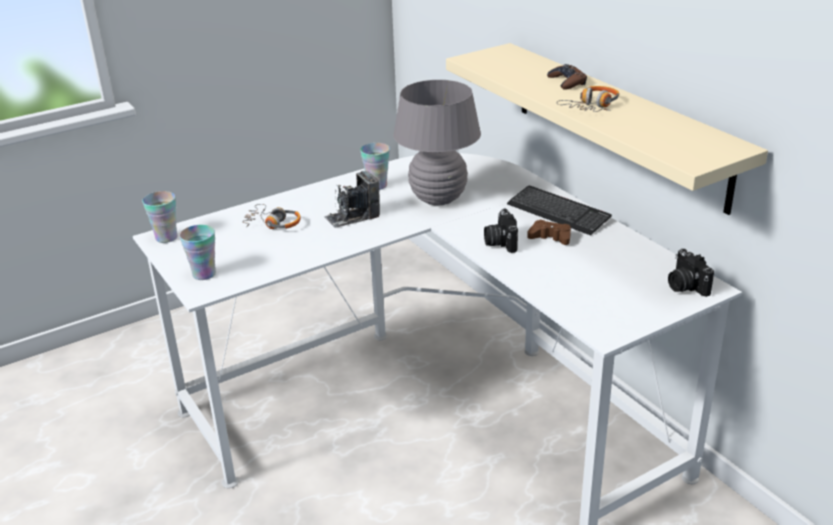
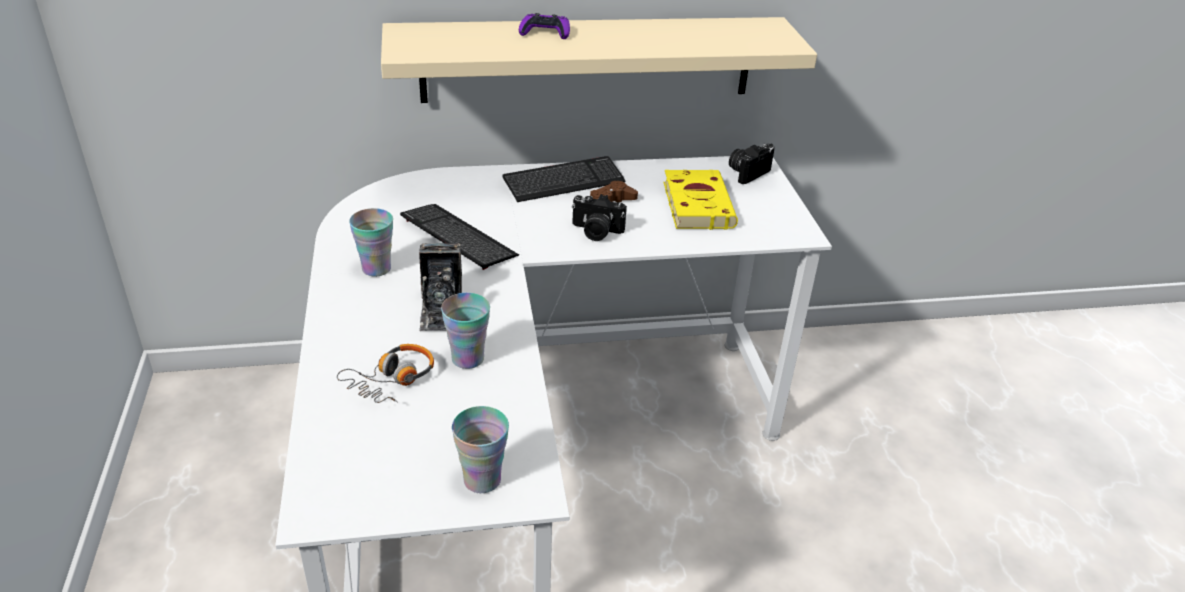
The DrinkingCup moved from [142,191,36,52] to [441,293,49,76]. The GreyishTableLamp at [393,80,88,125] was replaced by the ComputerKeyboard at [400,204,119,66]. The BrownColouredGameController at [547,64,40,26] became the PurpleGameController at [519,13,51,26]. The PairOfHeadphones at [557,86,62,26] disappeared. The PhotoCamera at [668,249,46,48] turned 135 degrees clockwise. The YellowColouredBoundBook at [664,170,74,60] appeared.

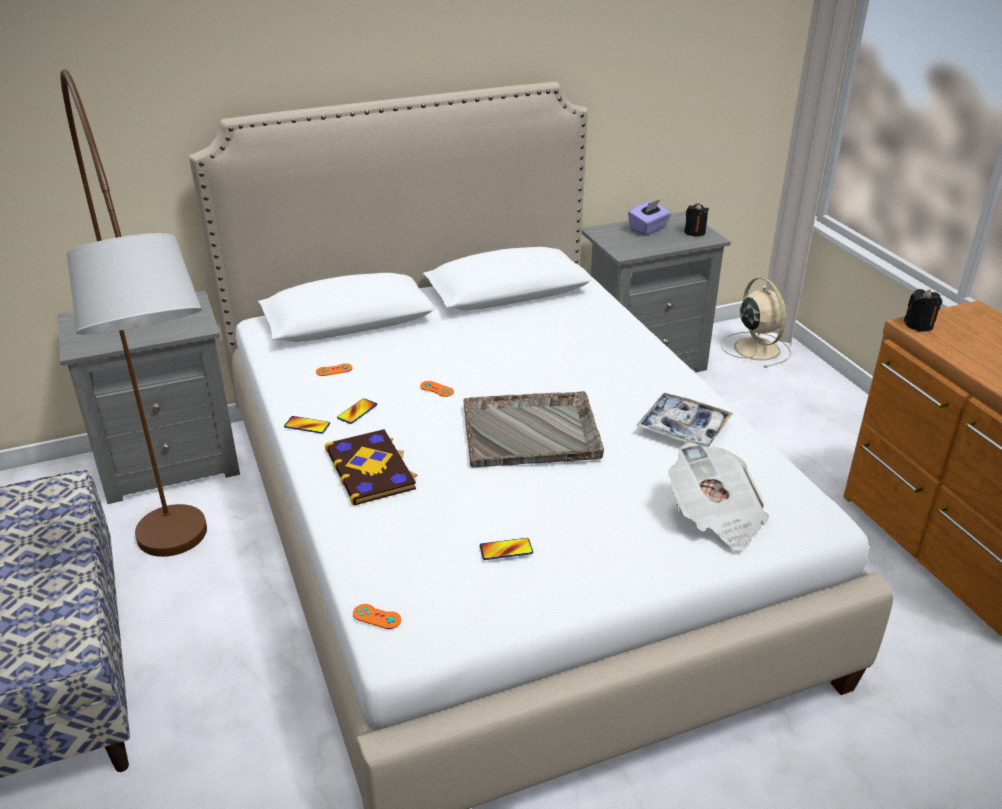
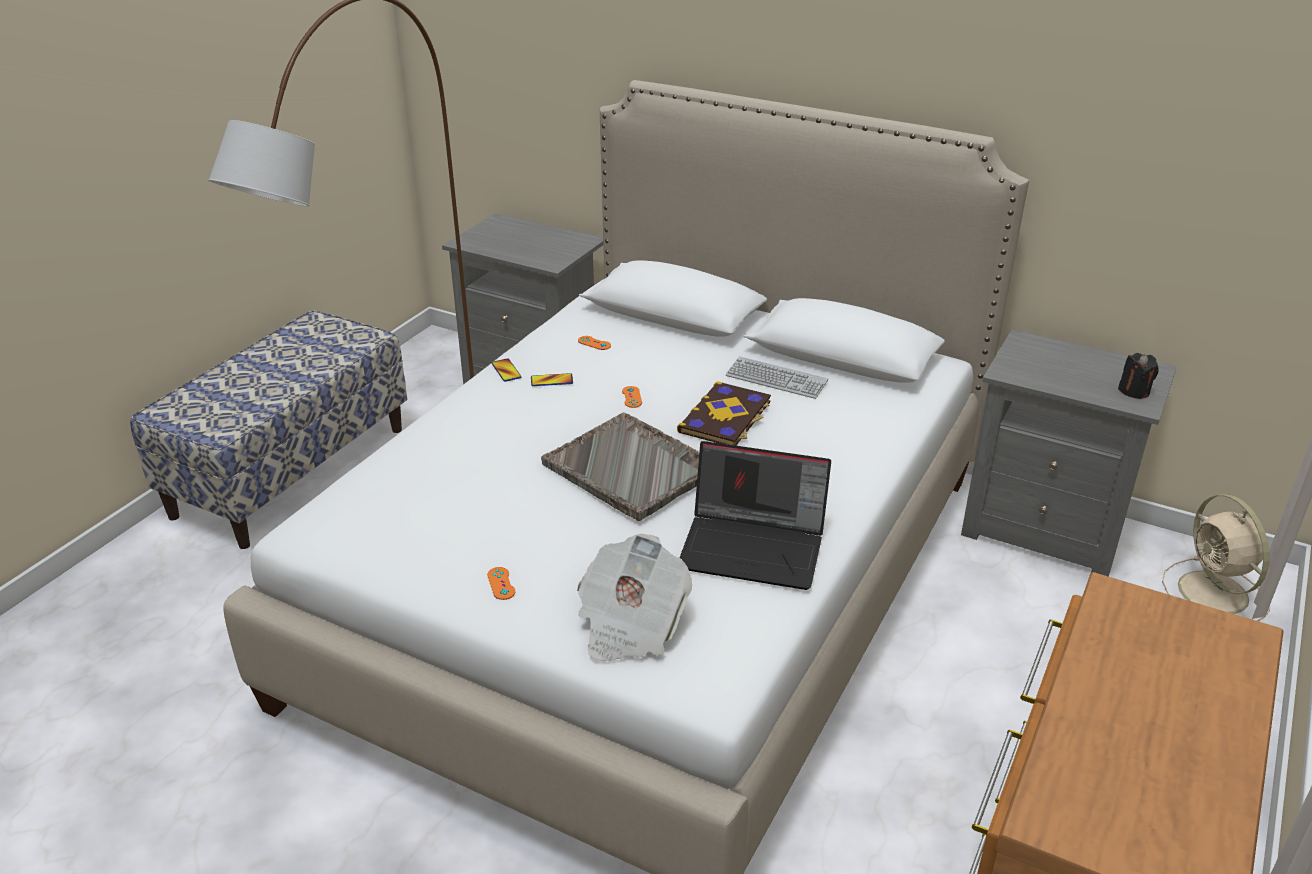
The BoundBook moved from [325,429,93,76] to [677,381,94,65]. The OrangeGameController moved from [353,604,48,25] to [487,567,28,33]. The Telephone at [480,538,53,22] disappeared. The PurpleTissueHolder at [628,200,43,36] disappeared. The ServingTray at [636,393,97,54] was replaced by the Laptop at [680,441,151,149]. The BeigeElectricFan at [721,277,70,91] turned 135 degrees clockwise. The BlackishWaxCandle at [904,289,38,43] disappeared. The ComputerKeyboard at [726,356,102,43] appeared.

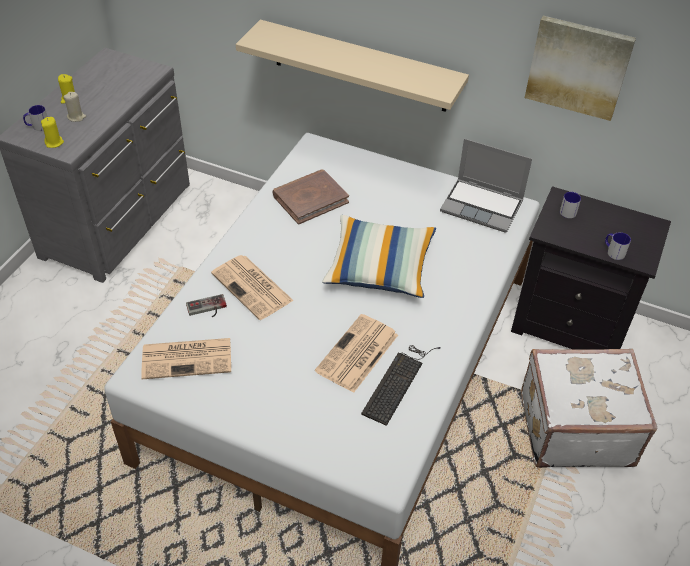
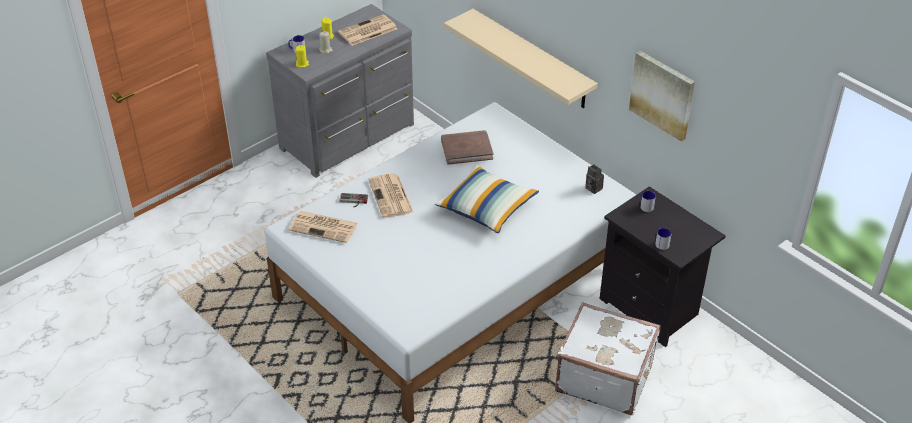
The Newspaper moved from [315,314,83,79] to [338,14,59,32]. The ComputerKeyboard at [361,345,80,81] disappeared. The Laptop at [440,138,92,95] was replaced by the PhotoCamera at [586,164,18,30].

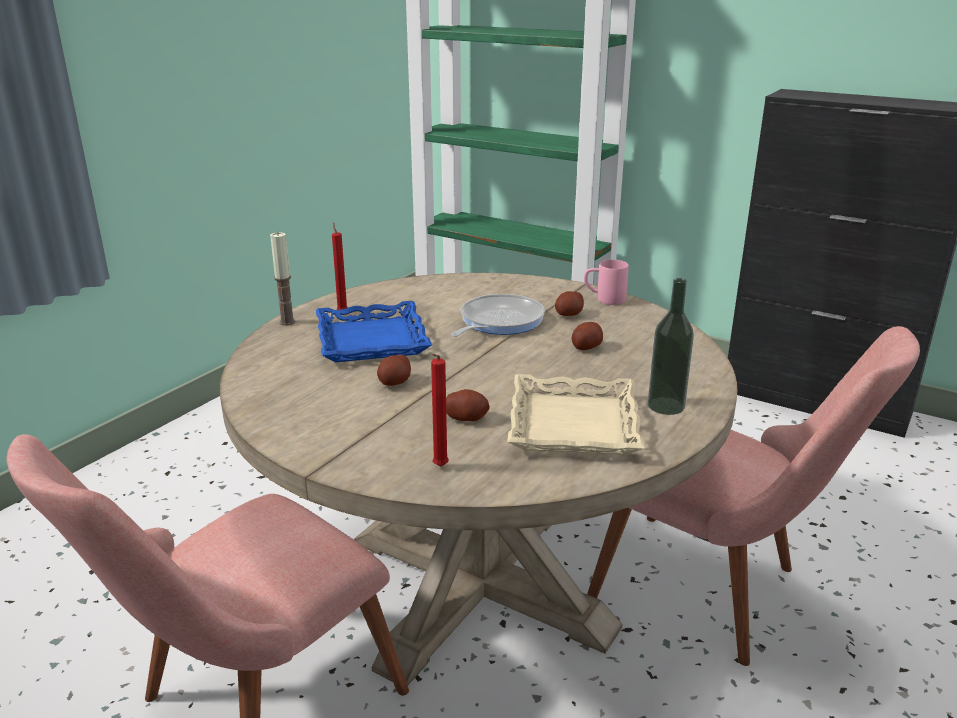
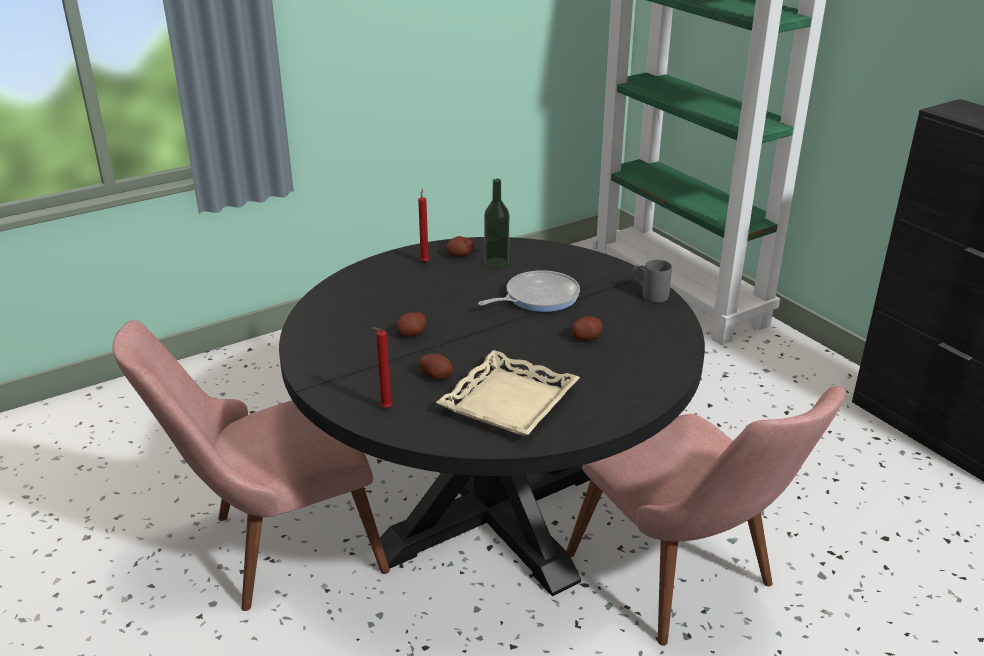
The BeigeDinnerTable at [220,273,517,412] became the BlackishDinnerTable at [279,237,426,359]. The WaxCandle at [270,232,26,94] disappeared. The BluishServingTray at [316,301,116,61] disappeared. The WholePotato moved from [555,291,29,25] to [446,236,28,21]. The PinkColouredCoffeeMug at [584,260,45,45] became the GreyishCoffeeMug at [633,260,39,43]. The DrinkBottle moved from [648,278,46,137] to [484,179,25,90].

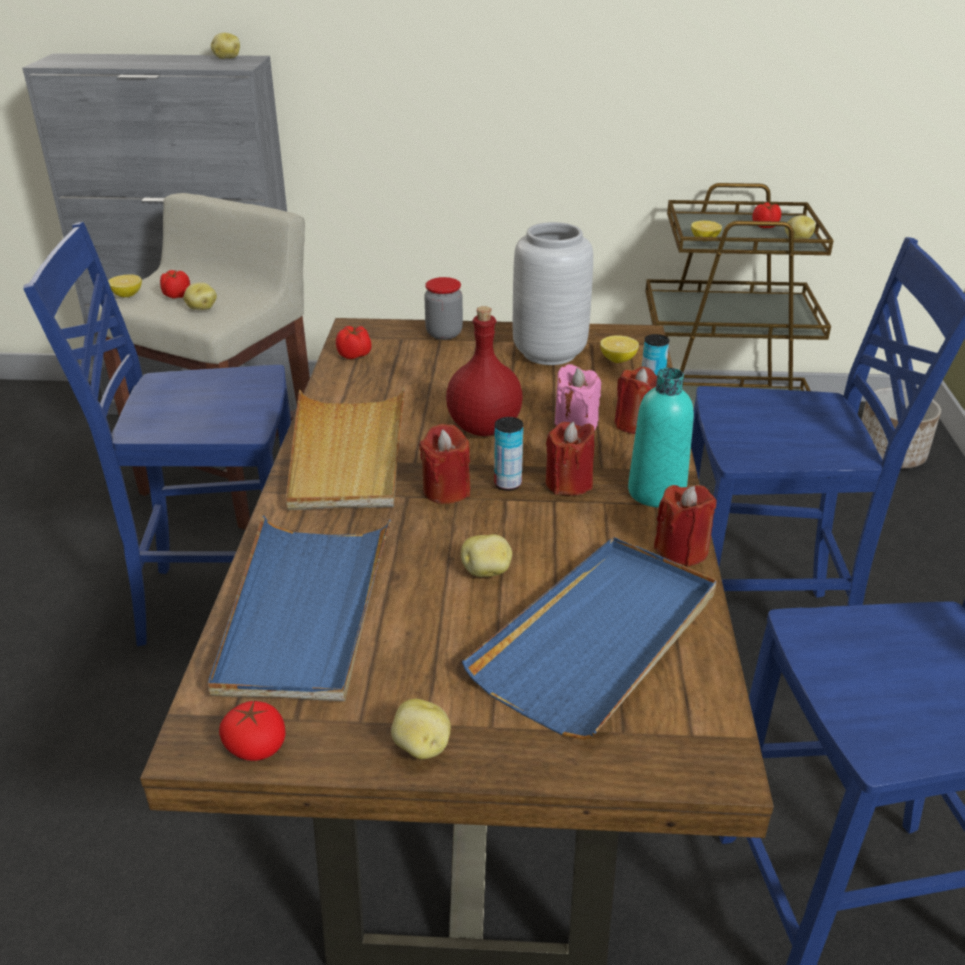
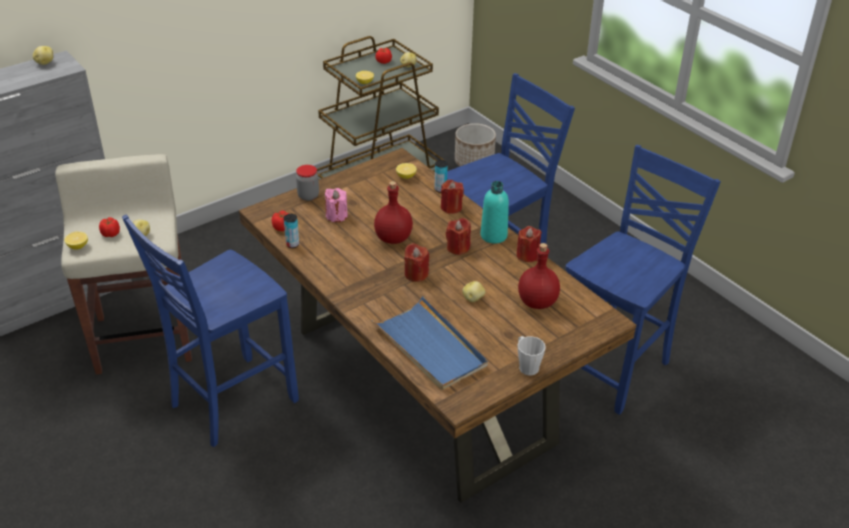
The FreshTomato at [219,701,67,60] disappeared. The BeigeServingTray at [286,387,119,123] disappeared. The WholePotato at [391,699,60,60] was replaced by the GreyishCoffeeMug at [518,336,28,39]. The BluishServingTray at [462,537,255,202] was replaced by the RedDrinkBottle at [518,243,42,66]. The SealedCan moved from [494,417,29,74] to [284,214,15,34]. The GreyishFlowerVase at [513,222,80,143] disappeared. The PinkColouredWaxCandle moved from [555,364,46,66] to [325,188,23,34].

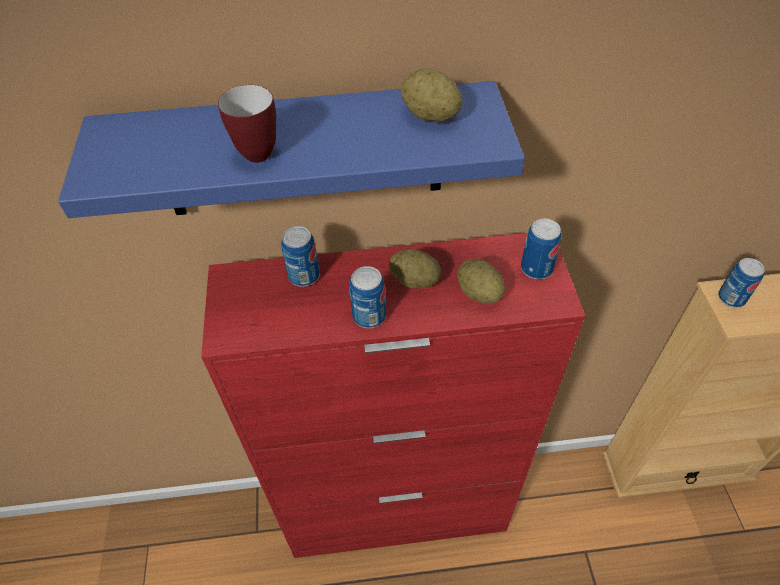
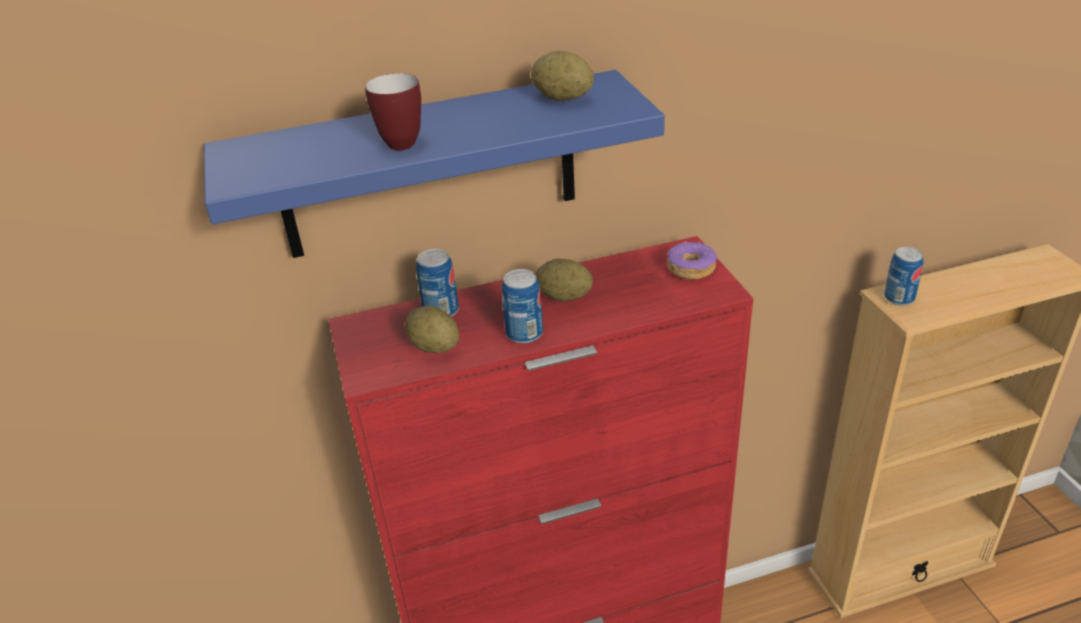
The WholePotato moved from [457,259,48,45] to [405,305,54,48]. The SealedCan at [521,219,41,60] was replaced by the Doughnut at [667,241,50,39].

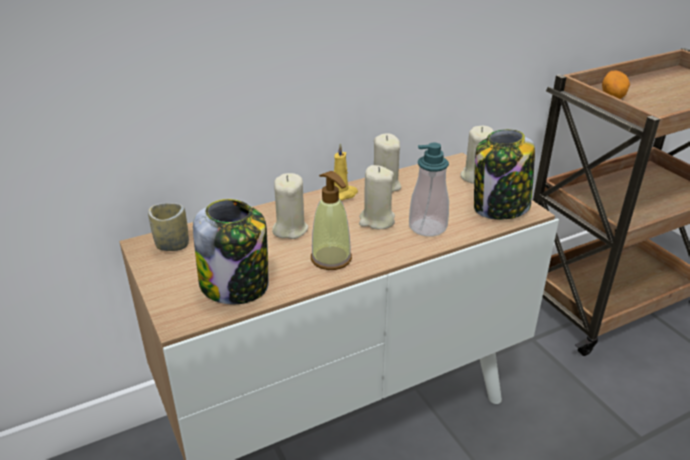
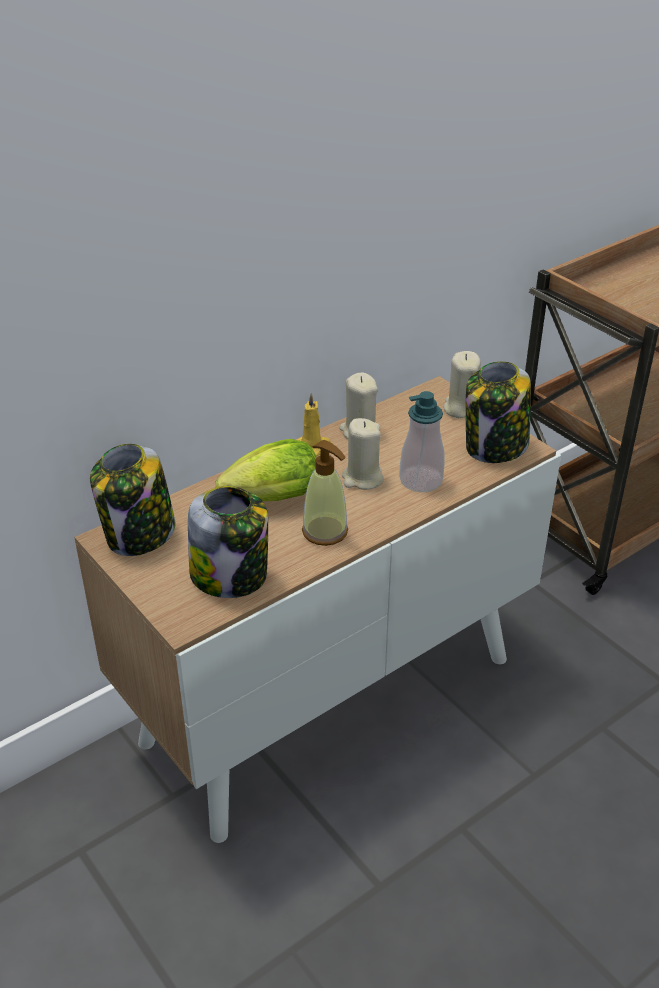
The DrinkingCup at [148,203,41,48] was replaced by the Jar at [90,444,85,112]. The BeigeWaxCandle at [272,173,36,66] was replaced by the LettuceHead at [216,439,101,62]. The WholePotato at [602,70,28,29] disappeared.

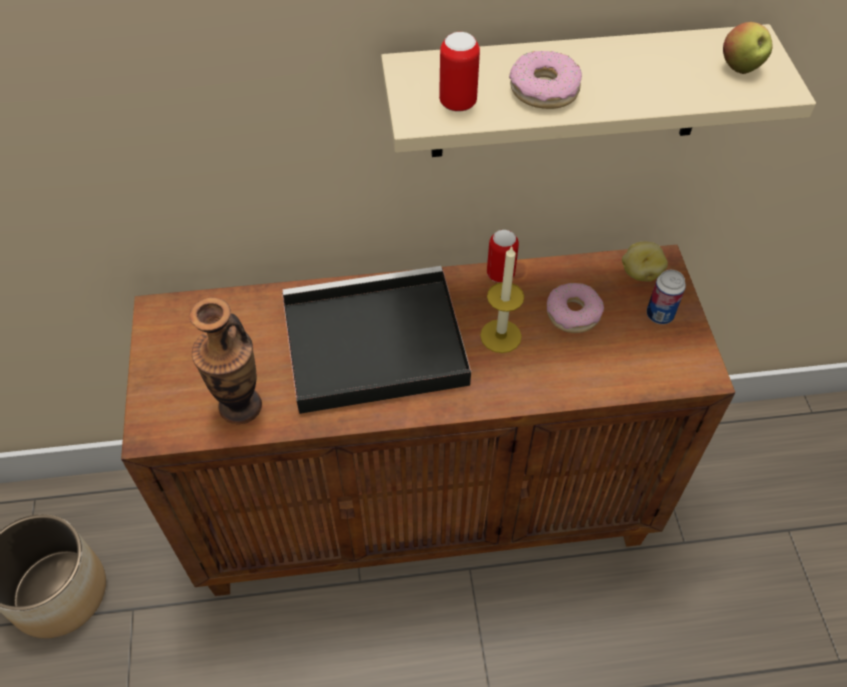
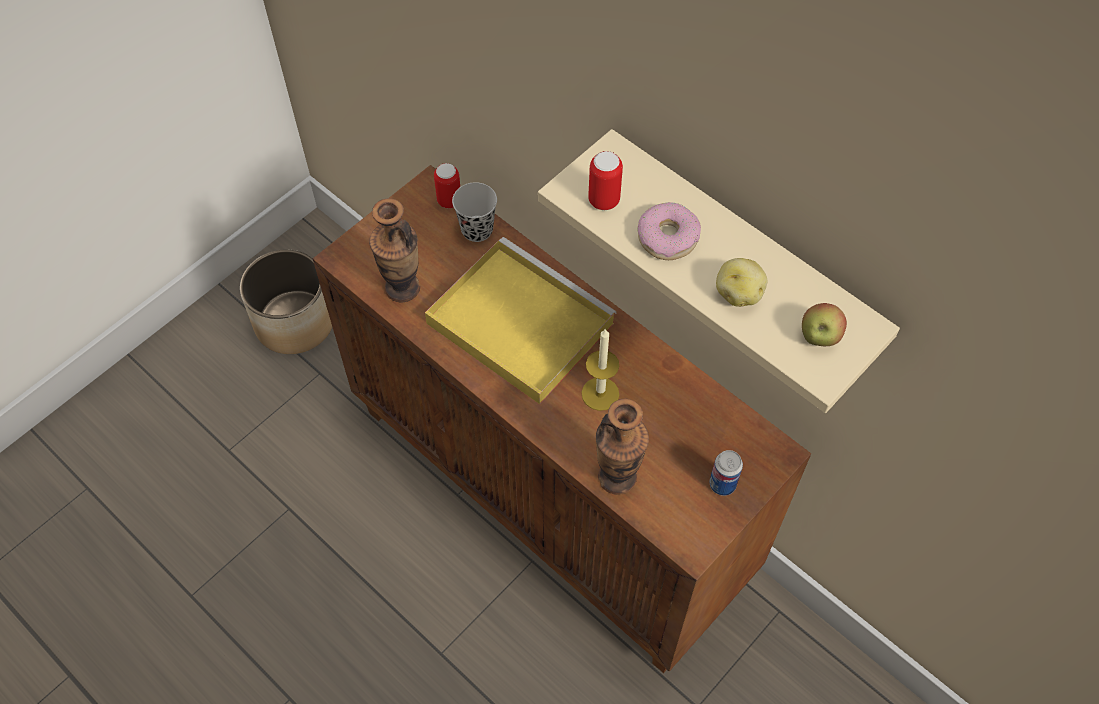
The BlackishServingTray at [282,266,189,148] became the YellowColouredServingTray at [425,237,192,167]. The SealedCan moved from [487,230,32,53] to [434,163,26,45]. The Doughnut at [547,283,57,50] disappeared. The WholePotato moved from [622,242,46,40] to [716,258,51,49]. The BlackishDrinkingCup at [452,182,45,60] appeared. The FlowerVase at [596,399,53,96] appeared.

